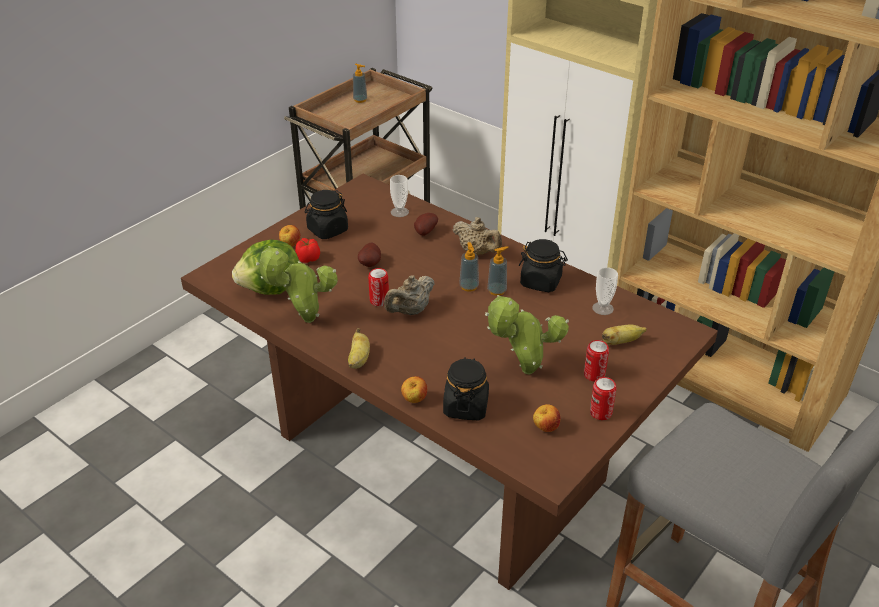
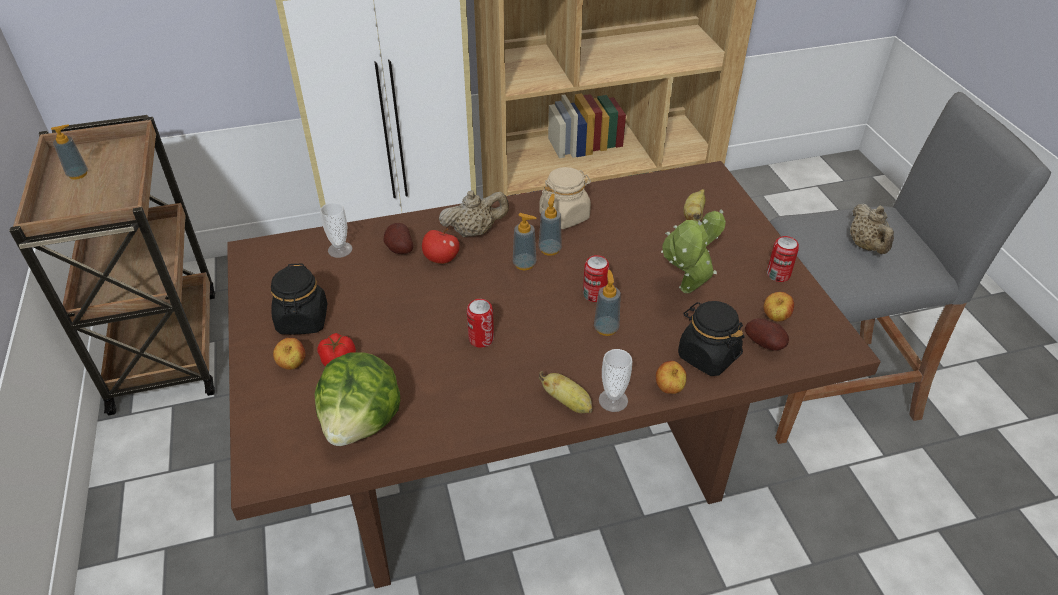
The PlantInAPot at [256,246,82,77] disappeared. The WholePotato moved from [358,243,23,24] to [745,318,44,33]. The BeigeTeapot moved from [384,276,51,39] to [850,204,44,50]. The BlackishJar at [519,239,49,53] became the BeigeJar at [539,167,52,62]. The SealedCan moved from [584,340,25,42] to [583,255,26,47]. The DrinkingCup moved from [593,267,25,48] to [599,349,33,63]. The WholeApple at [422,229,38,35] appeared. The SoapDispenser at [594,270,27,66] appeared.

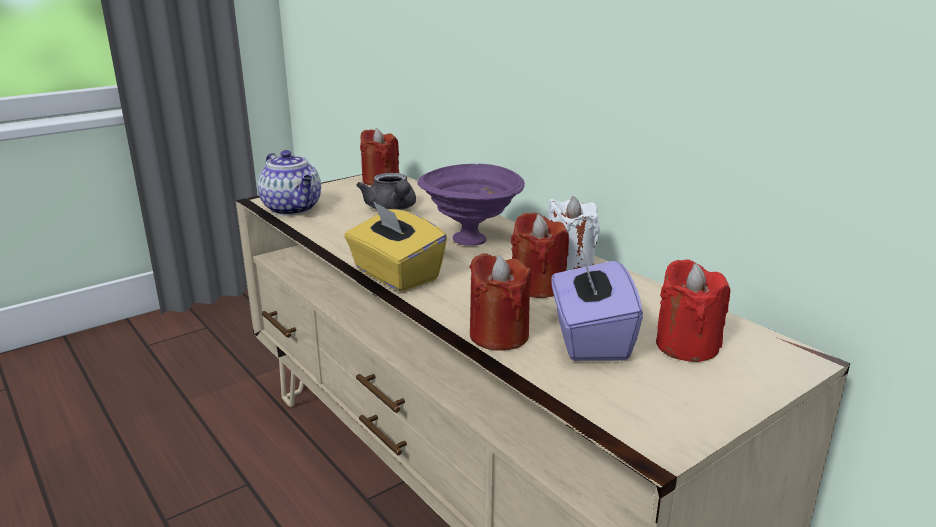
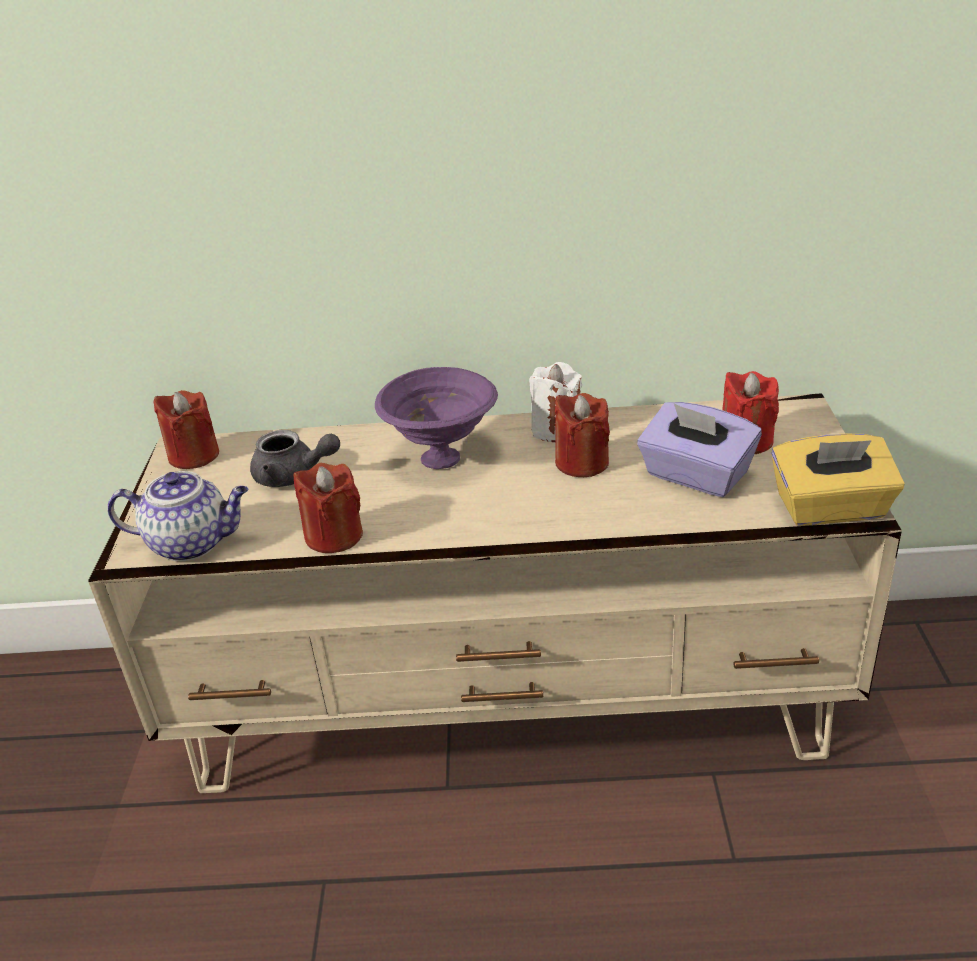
The YellowColouredTissueHolder moved from [344,201,103,91] to [771,434,133,92]. The RedWaxCandle moved from [470,253,61,98] to [293,463,70,90].

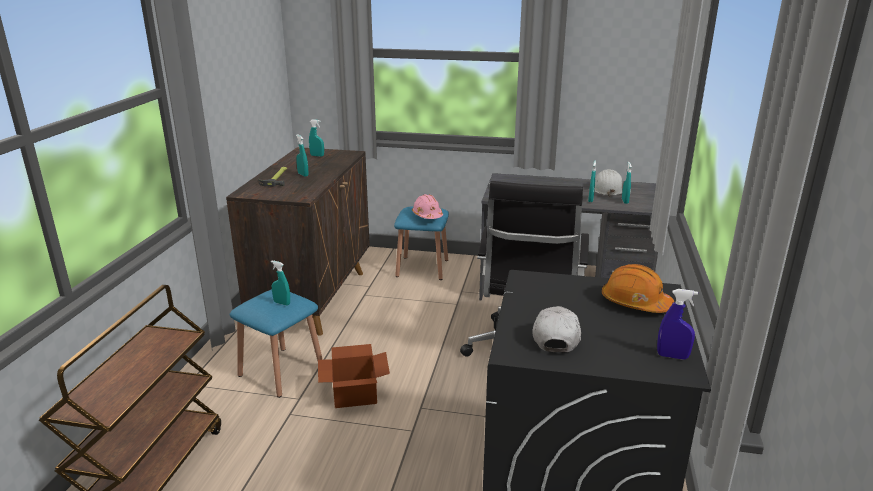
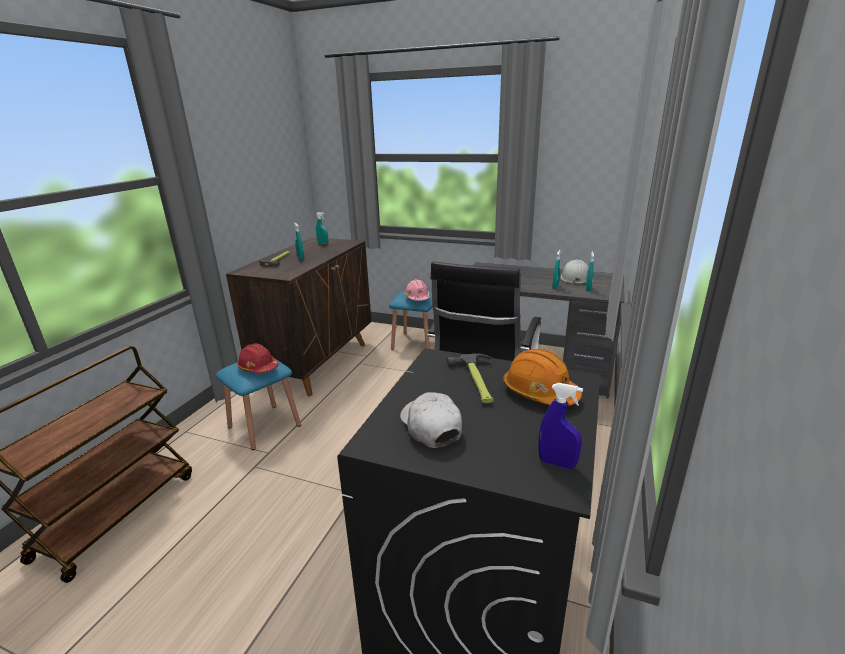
The TurquoiseSprayBottle at [271,260,19,46] was replaced by the RedSafetyHelmet at [237,343,42,30]. The Carton at [318,344,72,64] disappeared. The WhitePeakedCap at [533,306,48,46] turned 45 degrees counterclockwise. The ToolHammer at [447,354,47,49] appeared.

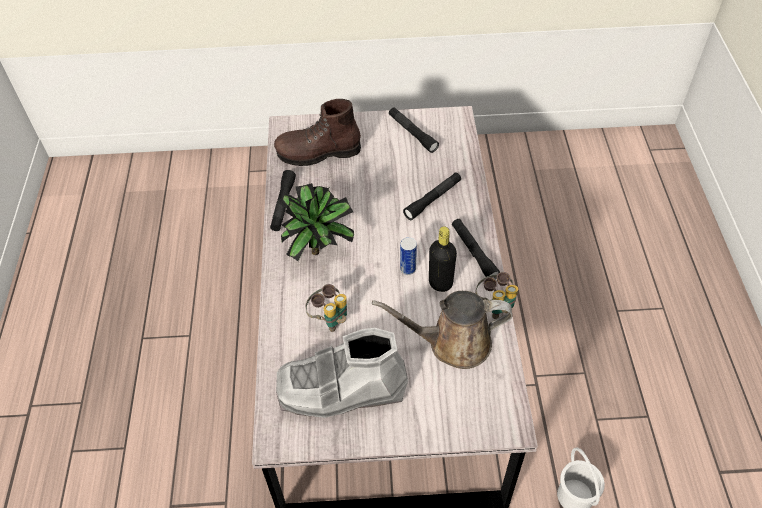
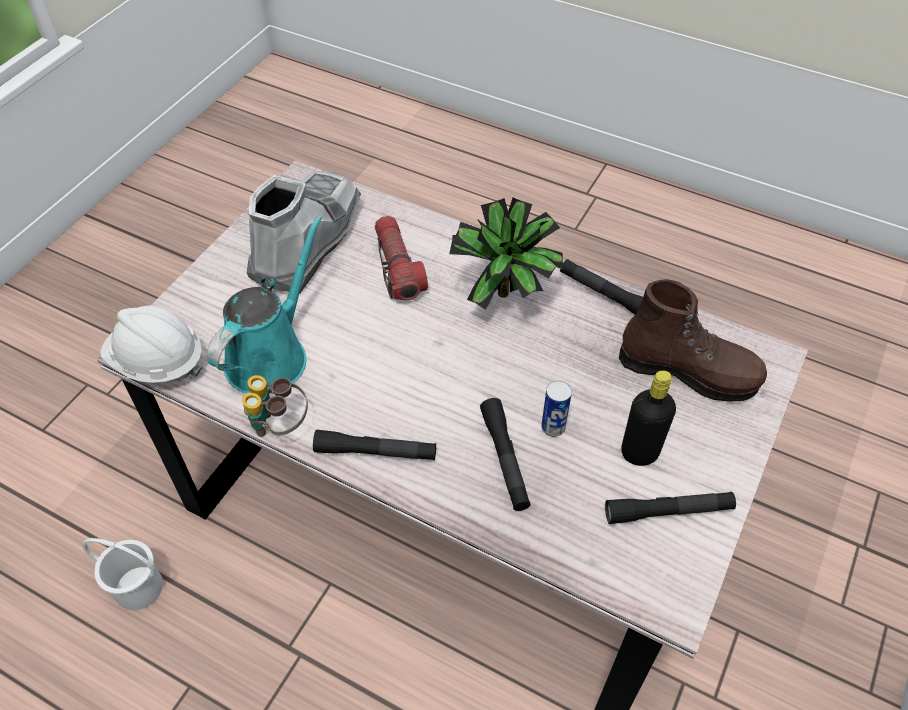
The BrownColouredTallBoot at [274,99,87,67] turned 90 degrees clockwise. The FieldGlasses at [306,284,41,48] was replaced by the Torch at [375,216,53,84]. The BrownColouredWateringPot at [372,291,141,78] became the TurquoiseWateringPot at [207,215,116,179]. The SealedCan moved from [400,237,17,38] to [541,381,31,56]. The BlackishDrinkBottle moved from [429,227,28,65] to [621,370,55,96]. The WhiteSafetyHelmet at [100,306,103,77] appeared.

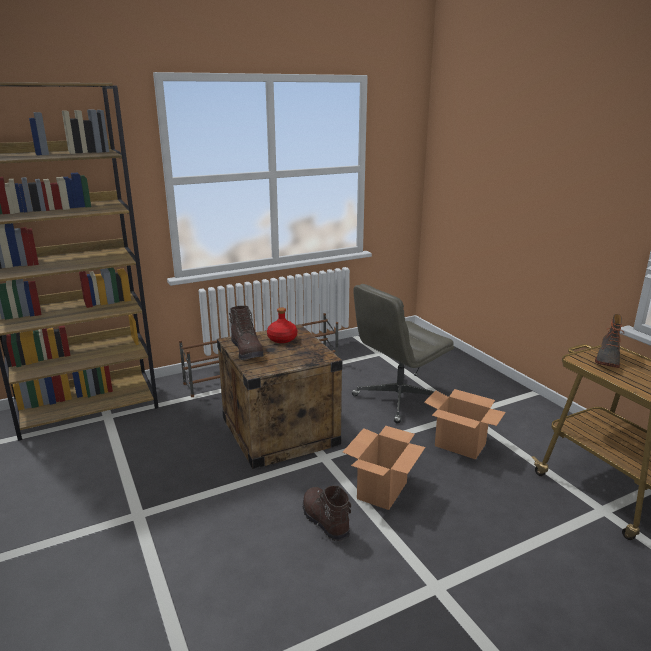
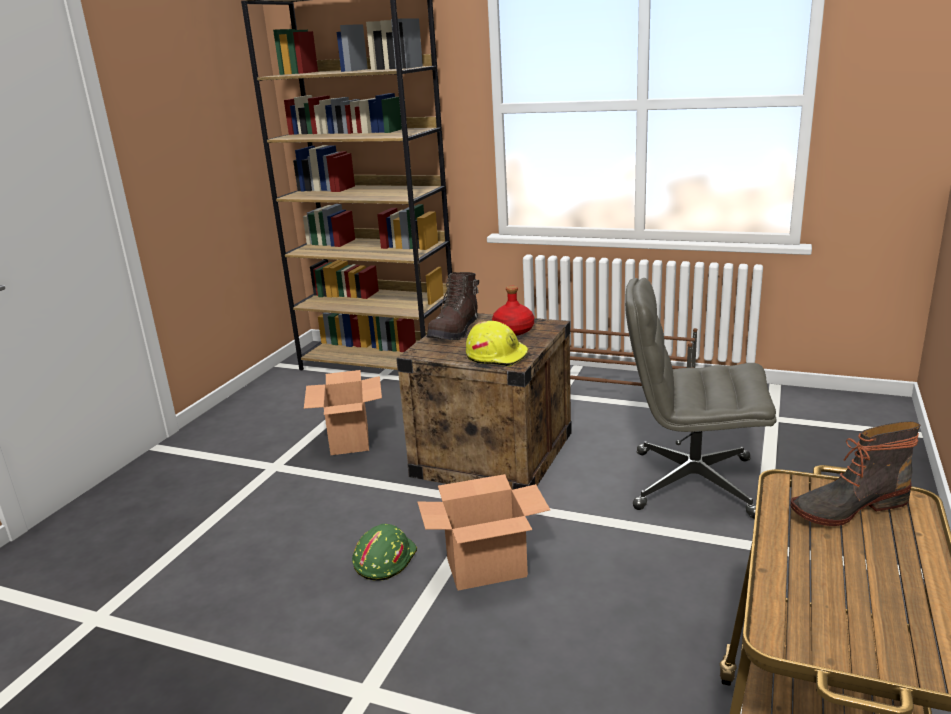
The BrownColouredTallBoot at [303,485,48,56] was replaced by the GreenColouredSafetyHelmet at [352,524,65,57]. The Carton moved from [424,389,82,70] to [304,370,78,85]. The YellowColouredSafetyHelmet at [466,321,62,45] appeared.

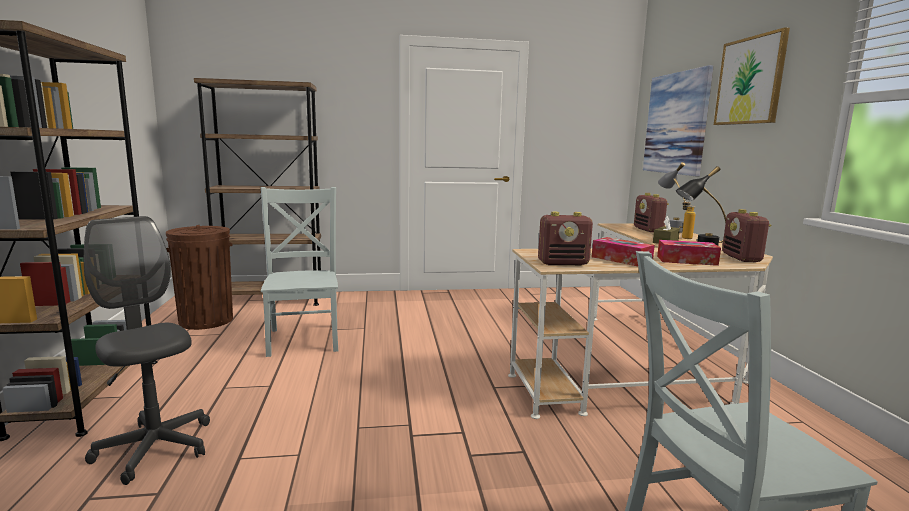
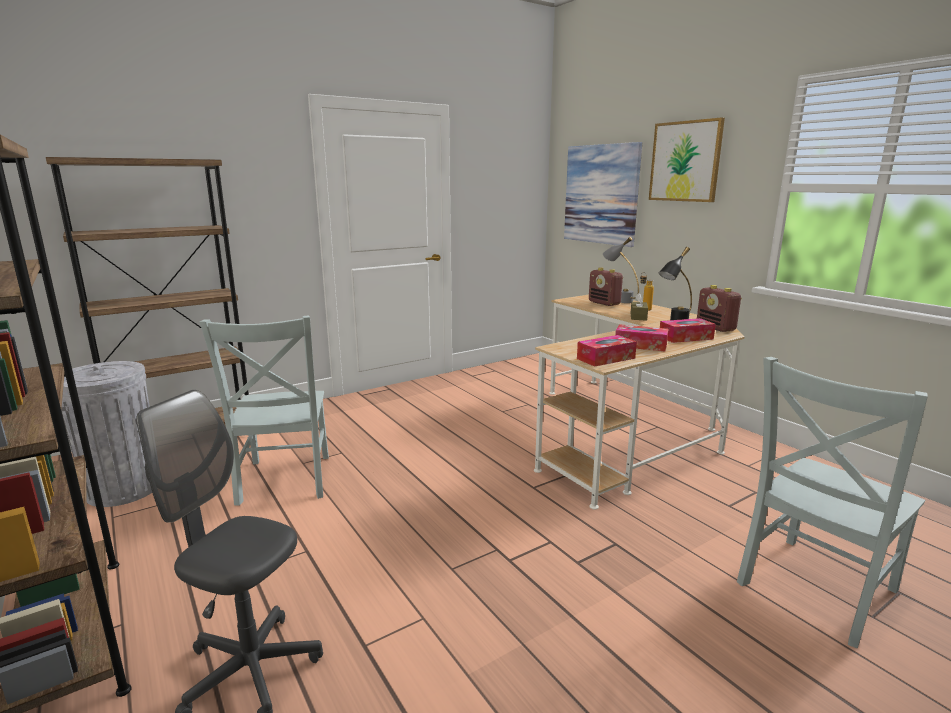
The BrownColouredWasteBin at [166,225,67,105] became the GreyishWasteBin at [61,361,91,146]. The GreyishPlainChair at [261,187,77,170] turned 150 degrees counterclockwise. The RadioSet at [538,212,55,53] was replaced by the TissueHolder at [577,335,60,32].

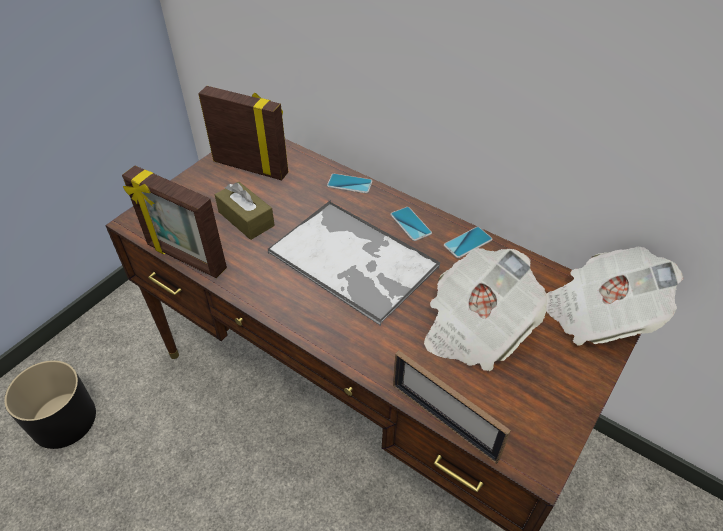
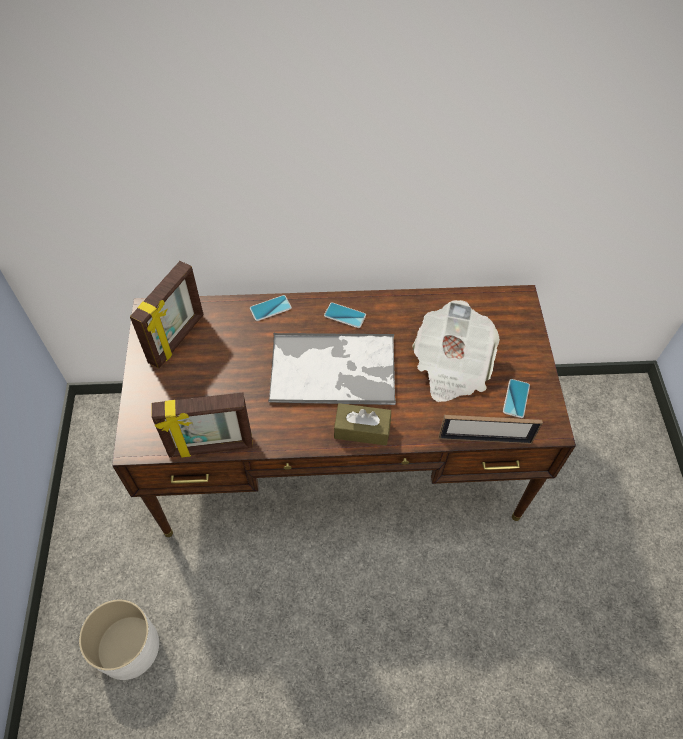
The BlackishFlowerPot at [4,360,92,89] became the WhiteFlowerPot at [79,600,80,80]. The PhotoFrame at [198,86,90,94] turned 135 degrees clockwise. The BrownColouredTissueHolder moved from [215,181,60,59] to [334,403,57,42]. The Telephone moved from [444,227,49,31] to [503,379,27,39]. The Newspaper at [546,247,137,99] disappeared.

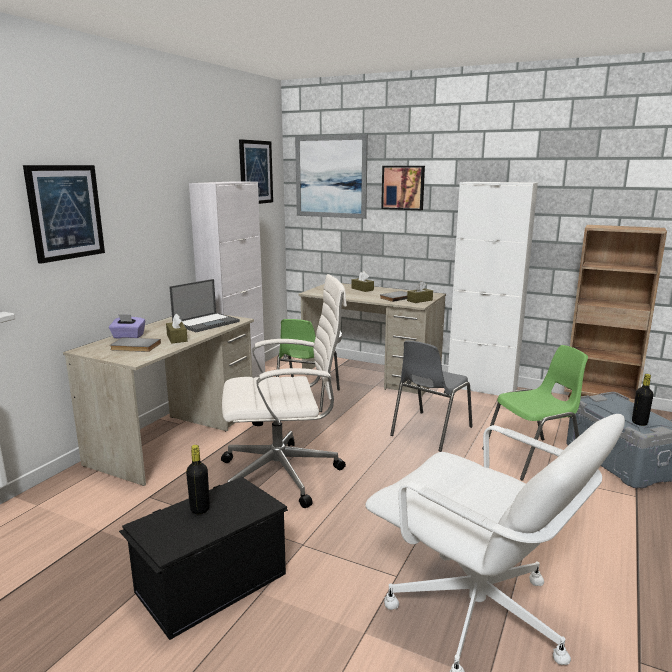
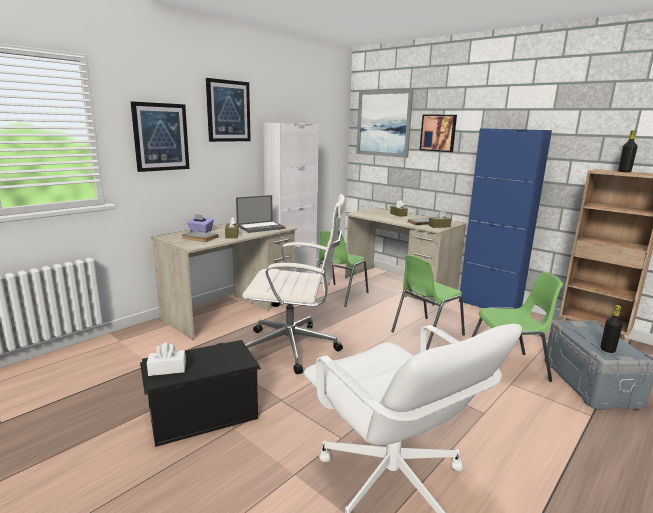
The BlackishDrinkBottle moved from [186,445,24,69] to [618,130,19,42]. The WallArt moved from [239,139,34,65] to [206,78,45,64]. The GreyishPlainChair at [390,340,83,112] became the GreenColouredPlainChair at [391,255,74,95]. The WhiteCupboard at [448,182,90,214] became the BluishCupboard at [459,128,93,181]. The WhiteTissueHolder at [147,342,39,34] appeared.

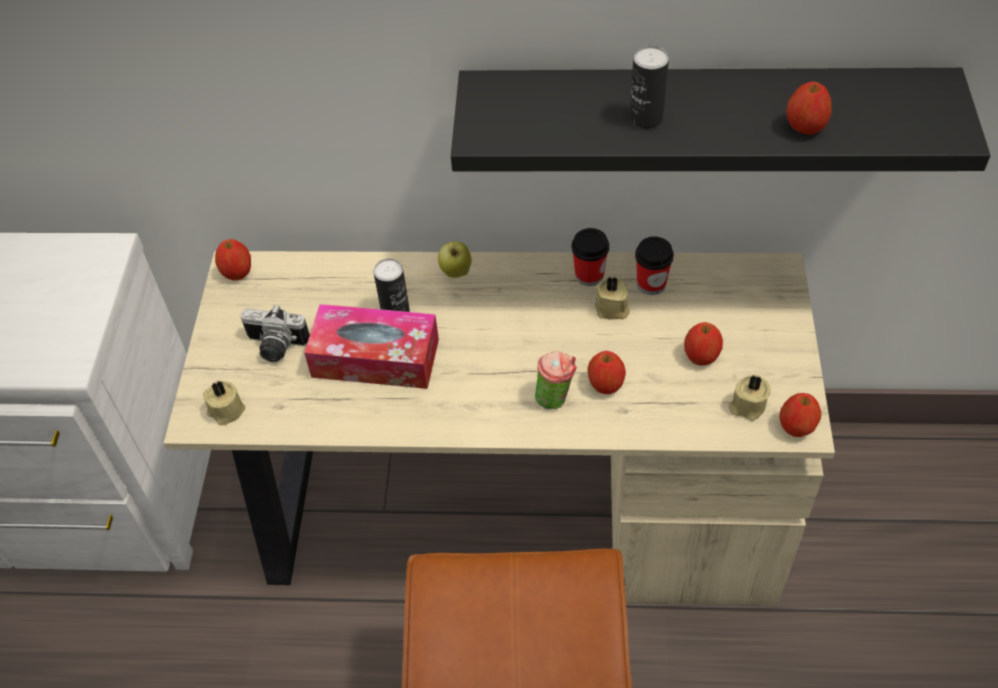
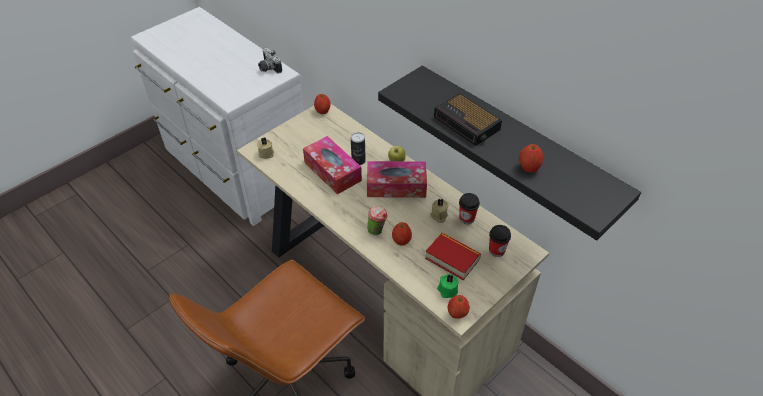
The PhotoCamera moved from [241,305,69,57] to [258,48,24,26]. The DrinkingCup moved from [572,228,37,58] to [489,225,22,32]. The SealedCan at [630,46,39,83] was replaced by the BedsideClock at [434,93,68,53]. The WholeApple at [684,322,39,44] was replaced by the BoundBook at [425,233,56,47]. The BeigeWaxCandle at [729,375,42,46] became the GreenColouredWaxCandle at [437,274,22,24]. The TissueHolder at [367,161,60,37] appeared.

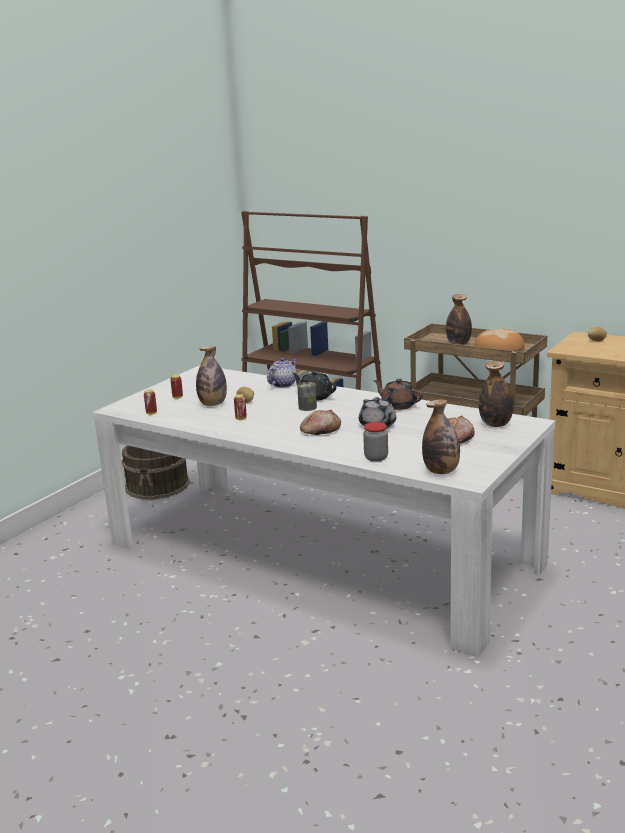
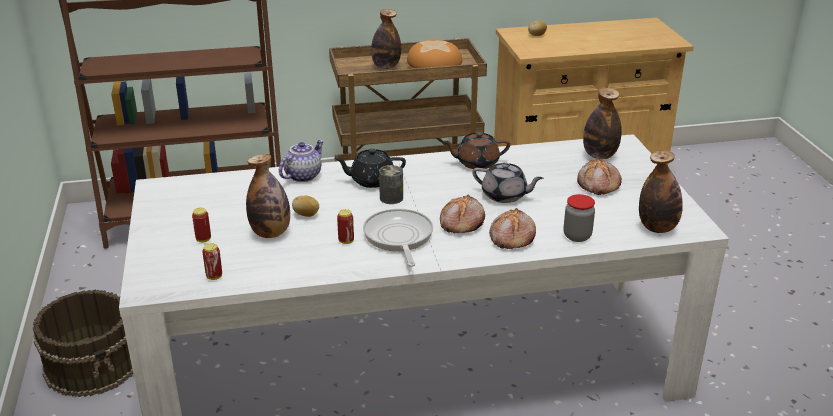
The Teapot at [267,358,30,30] turned 45 degrees clockwise. The Pan at [363,209,70,58] appeared. The BakedBread at [489,208,47,41] appeared.

